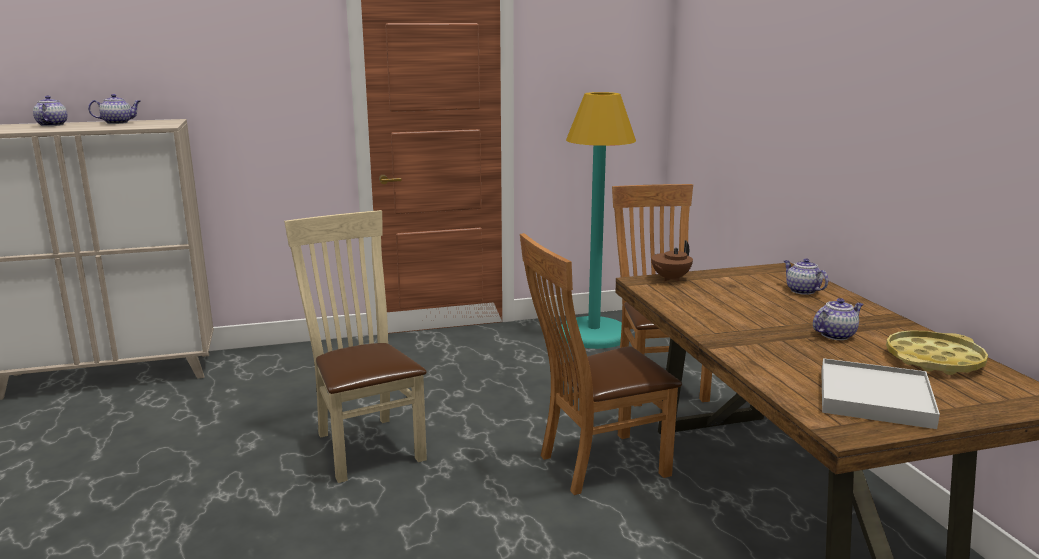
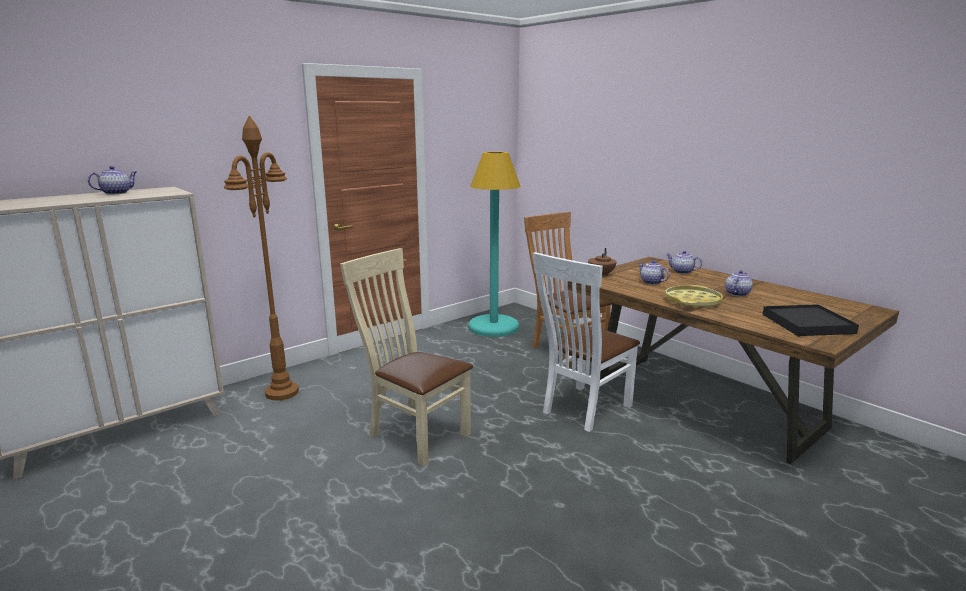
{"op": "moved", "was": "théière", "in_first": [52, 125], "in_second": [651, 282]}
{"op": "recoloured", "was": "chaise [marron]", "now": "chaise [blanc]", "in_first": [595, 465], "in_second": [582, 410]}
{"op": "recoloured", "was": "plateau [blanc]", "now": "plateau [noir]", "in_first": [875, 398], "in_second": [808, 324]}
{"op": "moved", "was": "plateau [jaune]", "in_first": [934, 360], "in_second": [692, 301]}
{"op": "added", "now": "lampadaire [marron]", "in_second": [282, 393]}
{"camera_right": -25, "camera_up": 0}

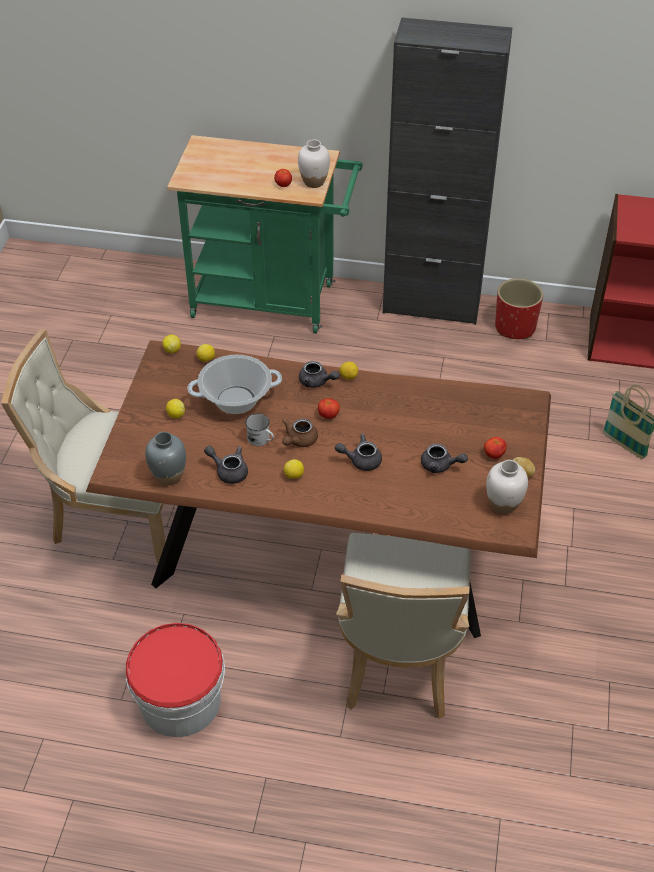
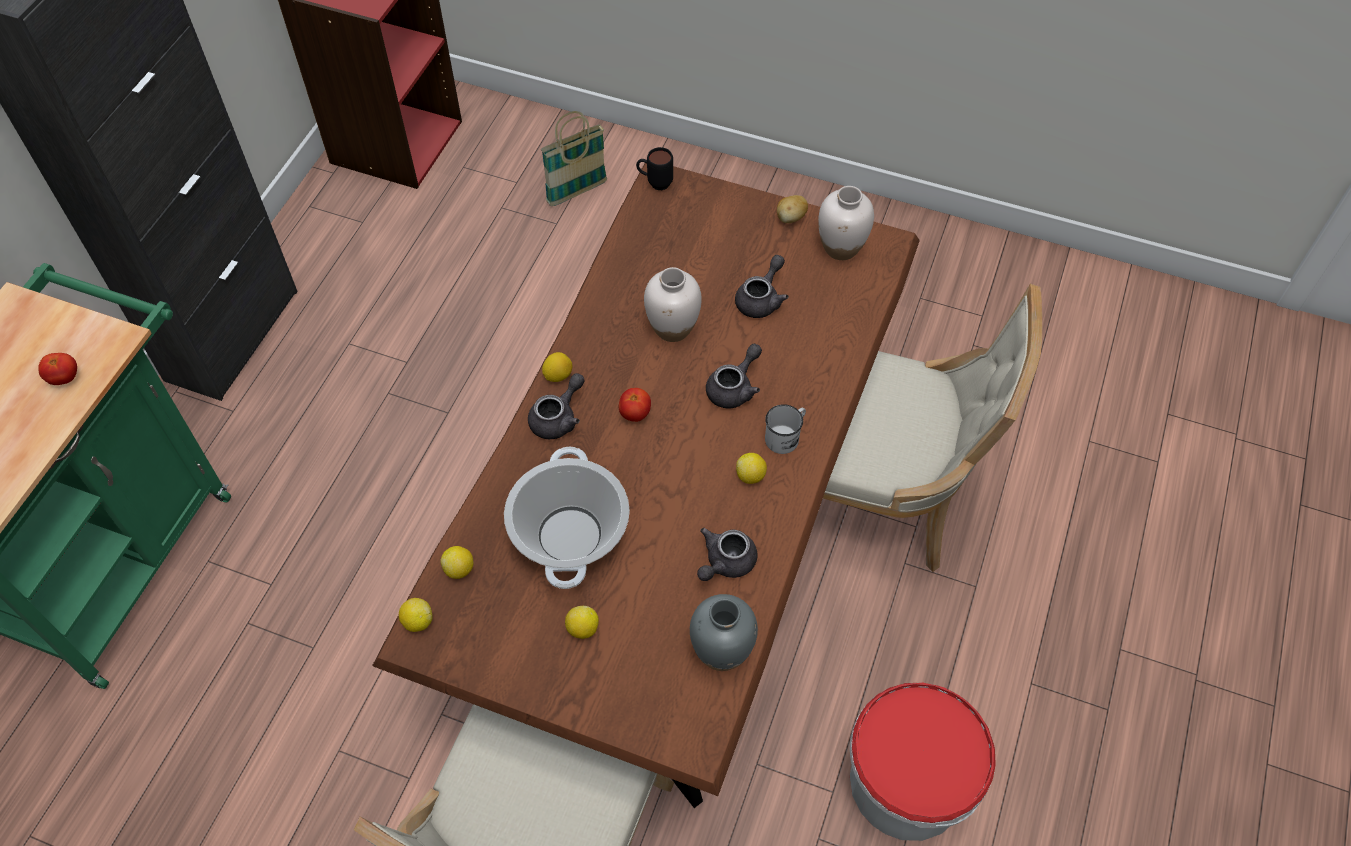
{"op": "moved", "was": "mug [blanc]", "in_first": [261, 440], "in_second": [785, 436]}
{"op": "removed", "was": "théière [marron]", "in_first": [298, 440]}
{"op": "moved", "was": "vase [blanc]", "in_first": [314, 182], "in_second": [673, 328]}
{"op": "turned", "was": "théière [gris]", "in_first": [361, 460], "in_second": [734, 388], "clockwise": -150}
{"op": "removed", "was": "tomate", "in_first": [493, 454]}
{"op": "removed", "was": "cache-pot [rouge]", "in_first": [514, 327]}
{"op": "added", "now": "mug [noir]", "in_second": [655, 183]}
{"camera_right": -80, "camera_up": 10}

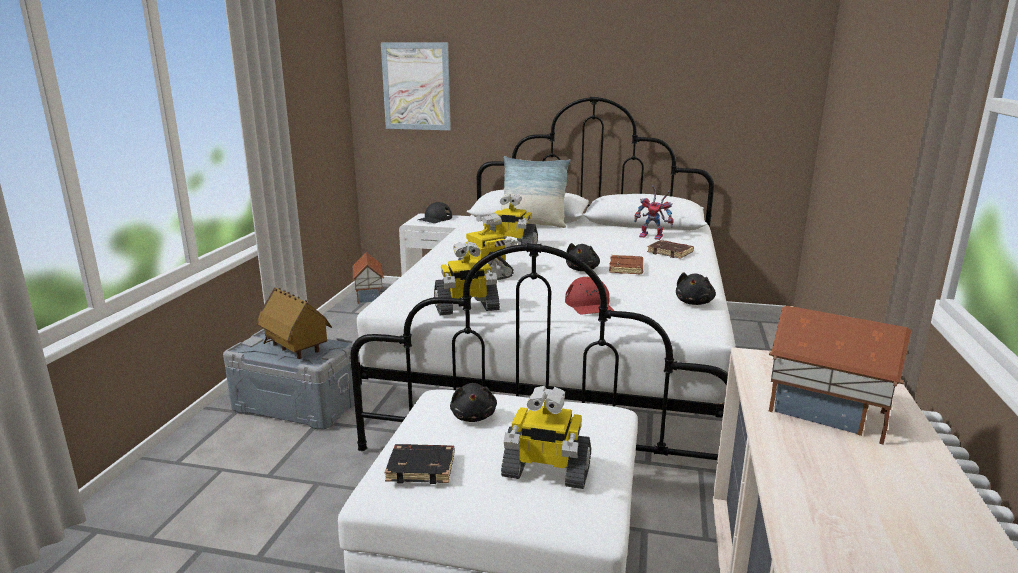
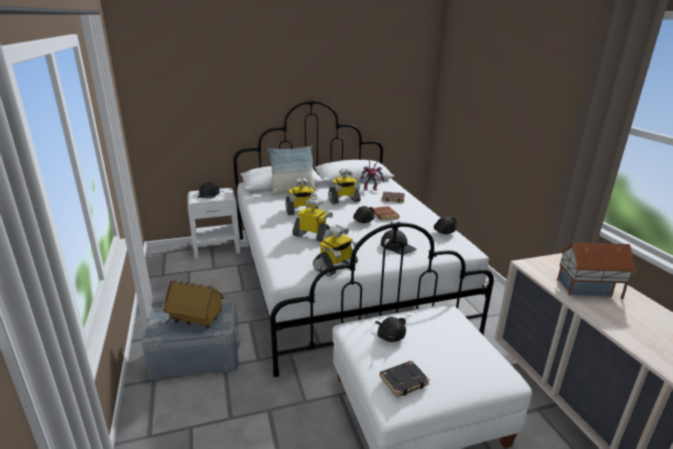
{"op": "removed", "was": "maison miniature", "in_first": [370, 295]}
{"op": "removed", "was": "tableau", "in_first": [416, 86]}
{"op": "moved", "was": "robot jouet", "in_first": [545, 472], "in_second": [344, 200]}
{"op": "recoloured", "was": "casquette [rouge]", "now": "casquette [noir]", "in_first": [589, 305], "in_second": [398, 246]}
{"camera_right": -30, "camera_up": 5}

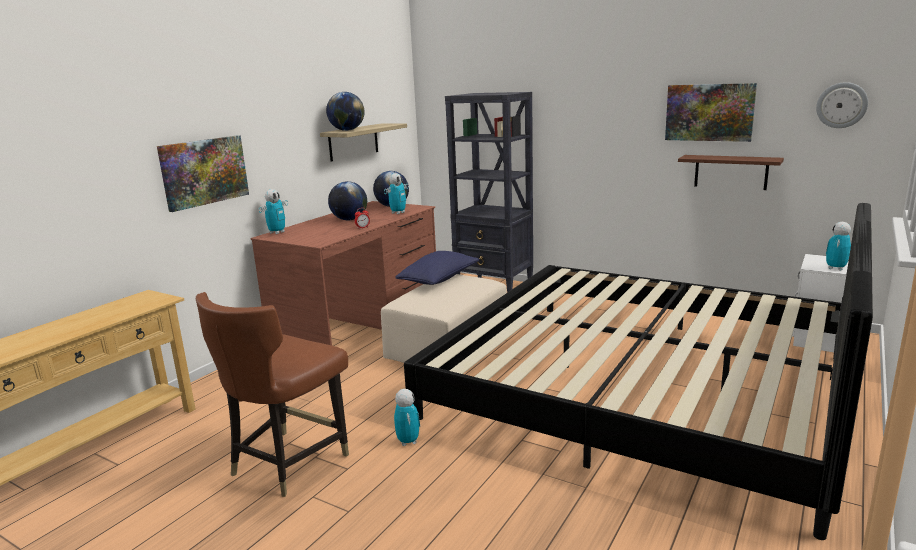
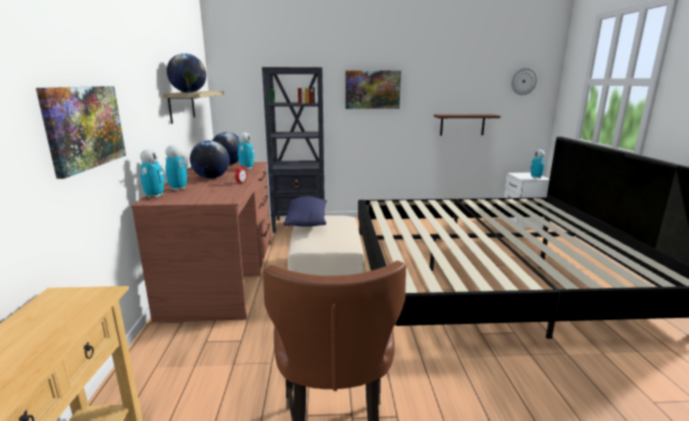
{"op": "moved", "was": "robot jouet", "in_first": [408, 441], "in_second": [178, 189]}
{"op": "moved", "was": "tableau", "in_first": [709, 112], "in_second": [372, 89]}
{"camera_right": -35, "camera_up": 0}

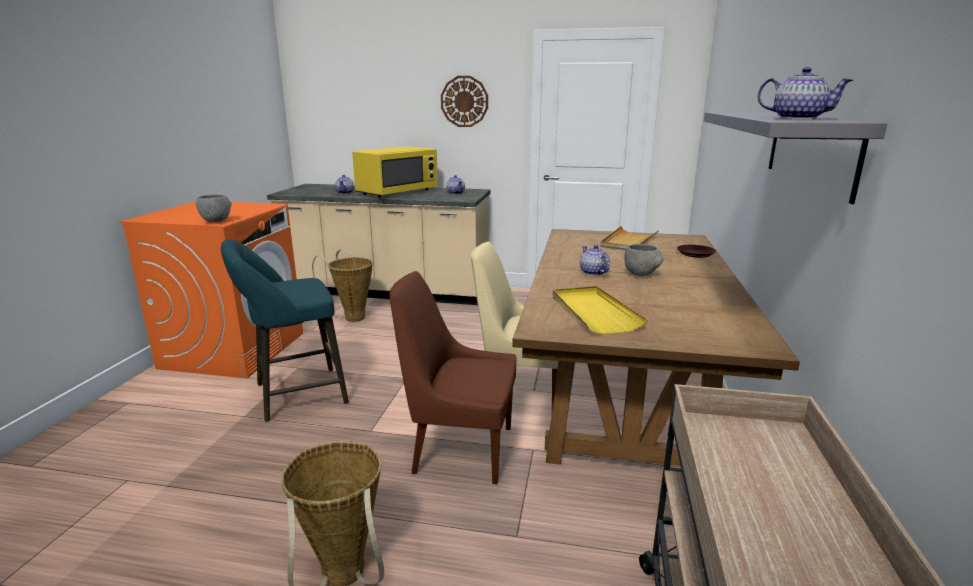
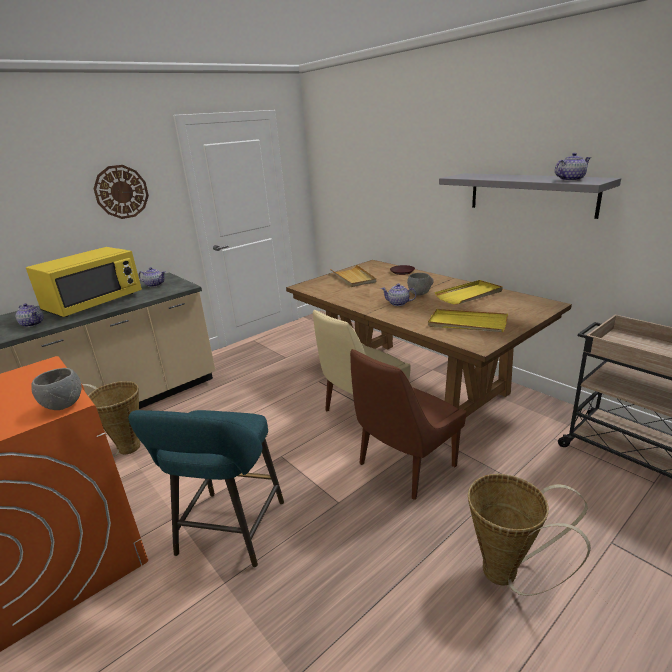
{"op": "turned", "was": "micro-ondes [jaune]", "in_first": [397, 192], "in_second": [94, 303], "clockwise": 45}
{"op": "added", "now": "plateau [jaune]", "in_second": [469, 294]}
{"camera_right": -50, "camera_up": 5}

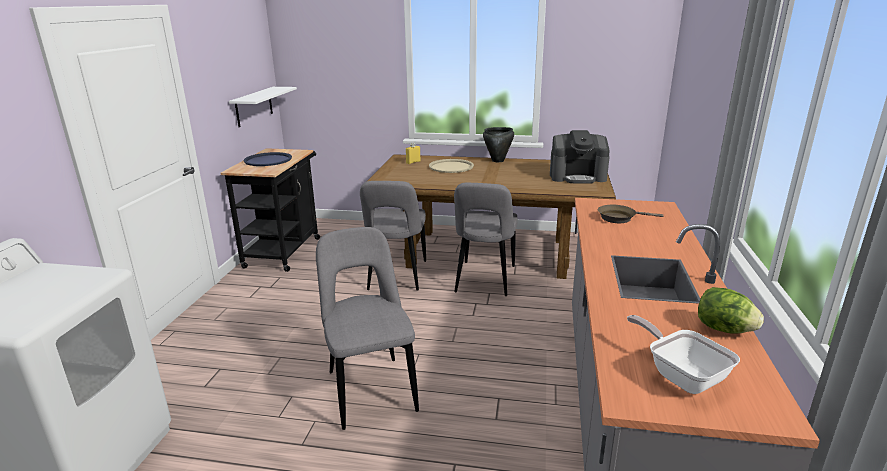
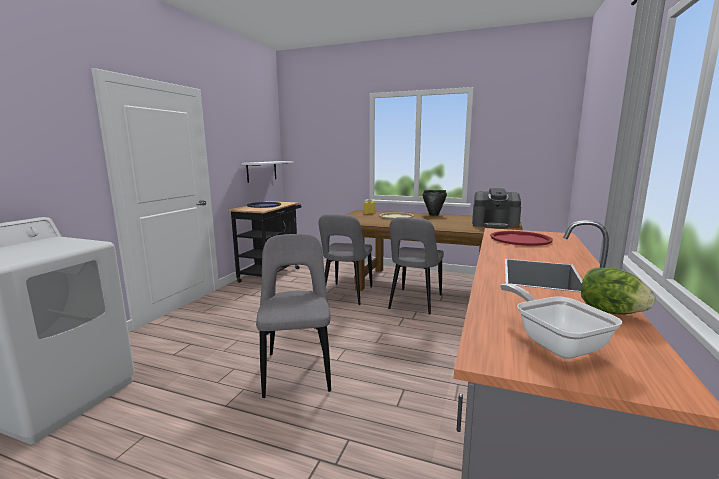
{"op": "replaced", "was": "poêle [marron]", "now": "plateau [rouge]", "in_first": [619, 218], "in_second": [520, 239]}
{"camera_right": 10, "camera_up": -10}

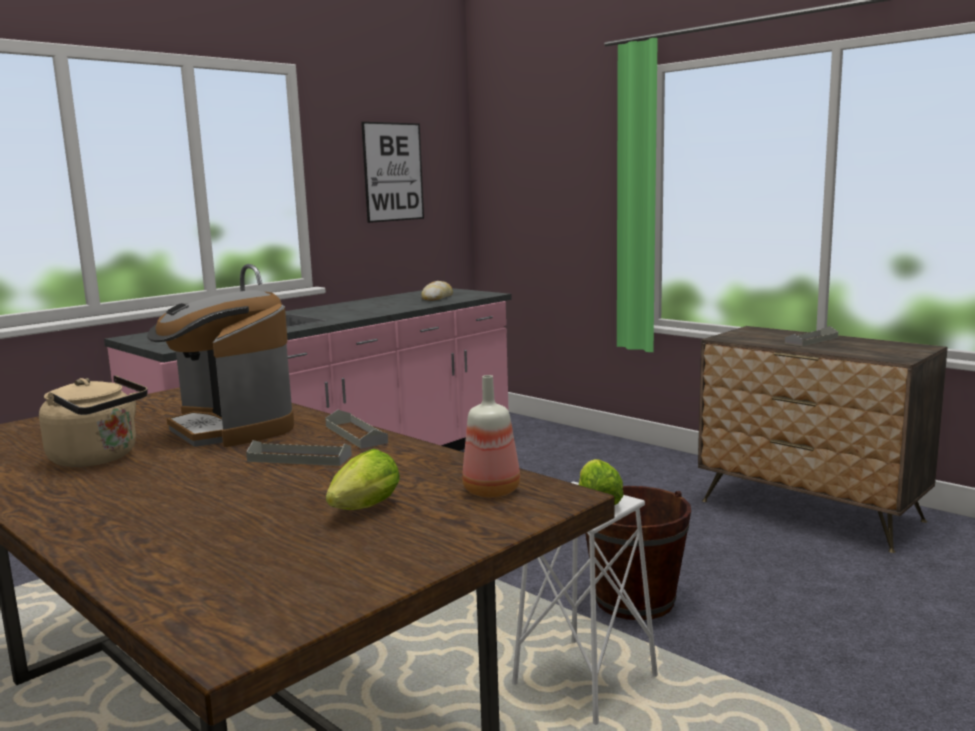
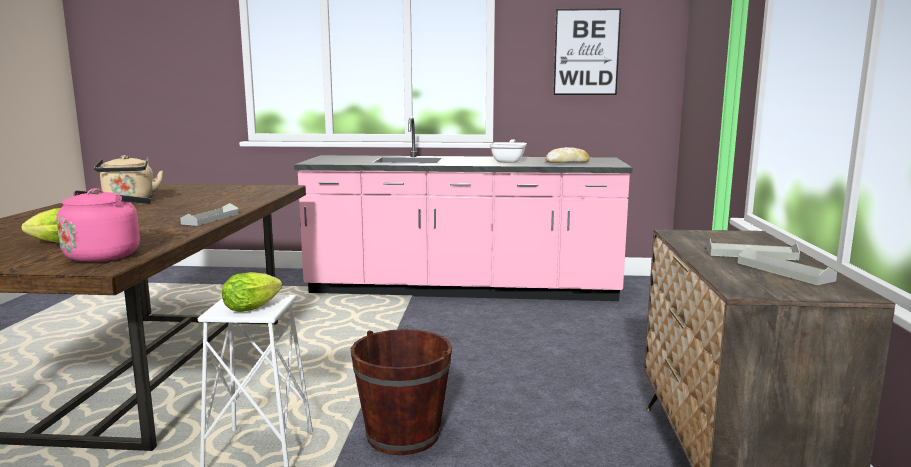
{"op": "removed", "was": "machine à café", "in_first": [231, 428]}
{"op": "moved", "was": "plateau [gris]", "in_first": [299, 458], "in_second": [784, 271]}
{"op": "replaced", "was": "bouteille", "now": "bouilloire [rose]", "in_first": [492, 490], "in_second": [107, 255]}
{"op": "added", "now": "poêle", "in_second": [509, 161]}
{"camera_right": 50, "camera_up": 0}

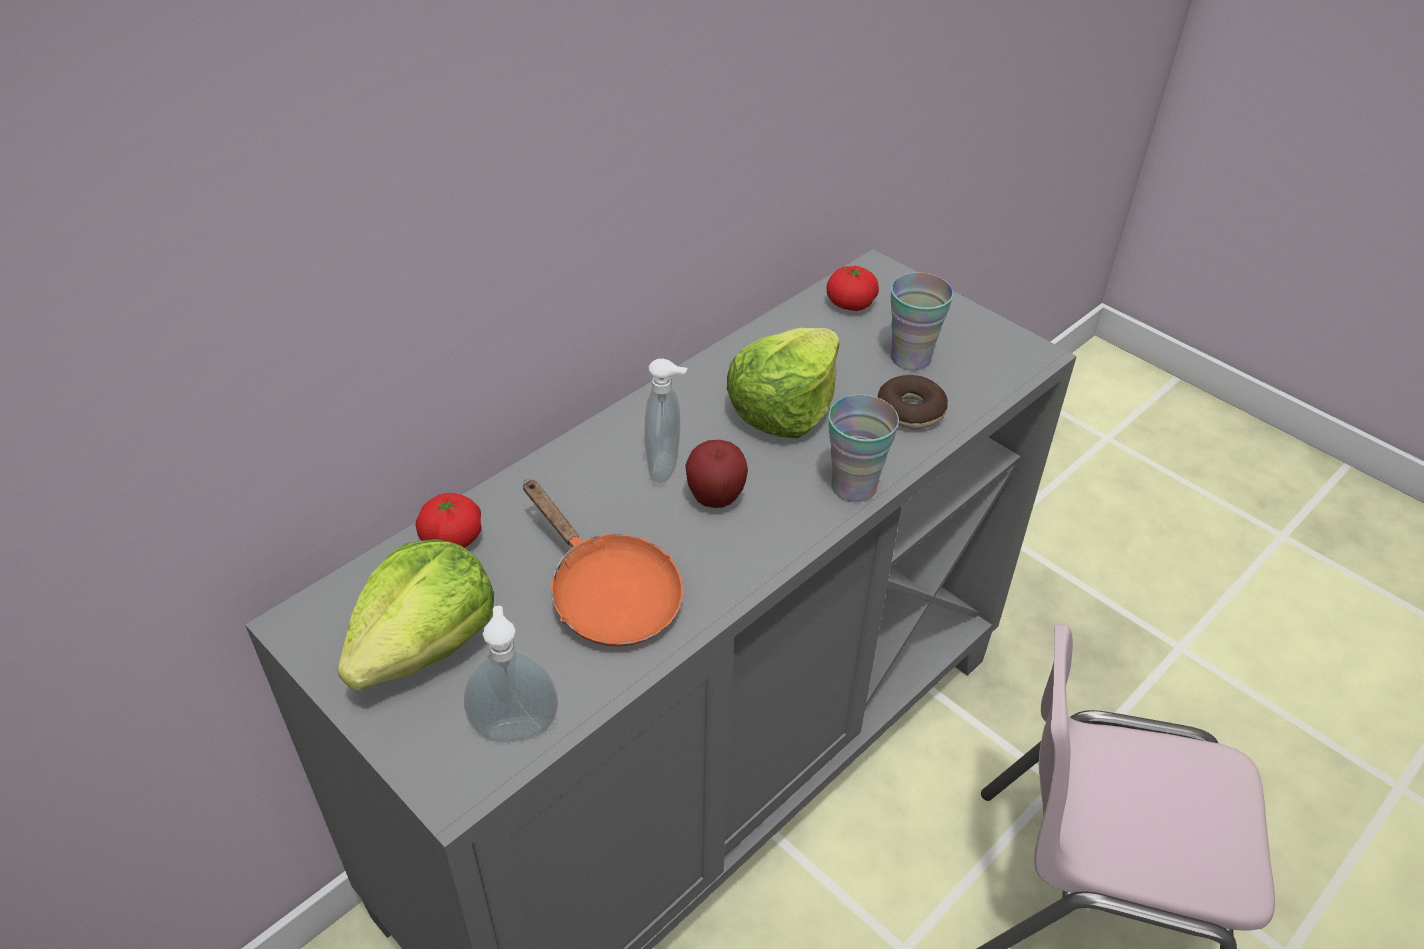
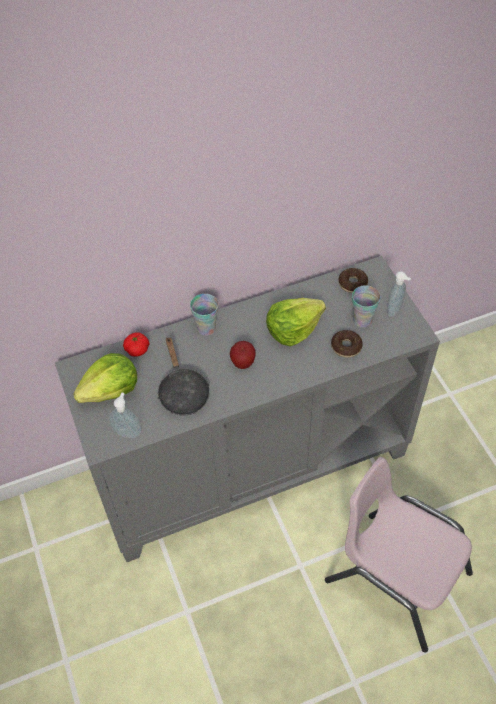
{"op": "recoloured", "was": "poêle [orange]", "now": "poêle [noir]", "in_first": [607, 594], "in_second": [182, 391]}
{"op": "moved", "was": "distributeur de savon", "in_first": [666, 468], "in_second": [395, 311]}
{"op": "replaced", "was": "tomate", "now": "beignet", "in_first": [850, 303], "in_second": [352, 284]}
{"op": "moved", "was": "tasse", "in_first": [854, 487], "in_second": [206, 328]}
{"camera_right": 25, "camera_up": 10}

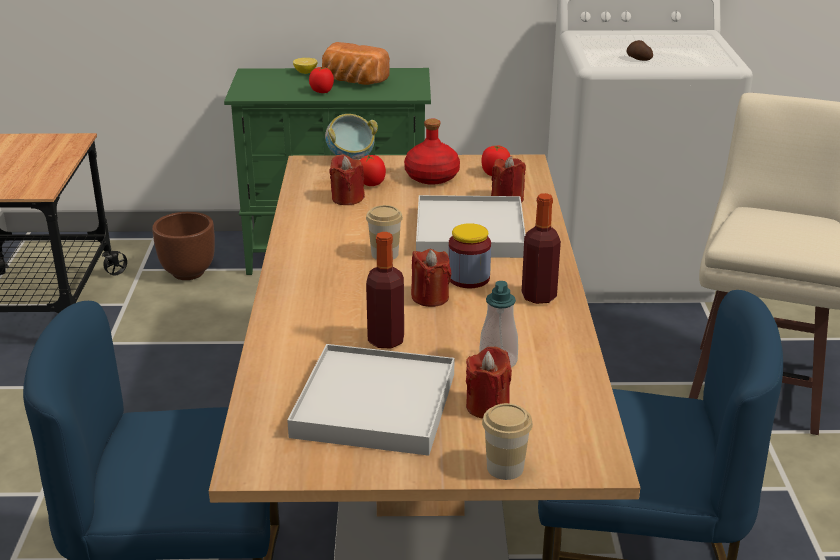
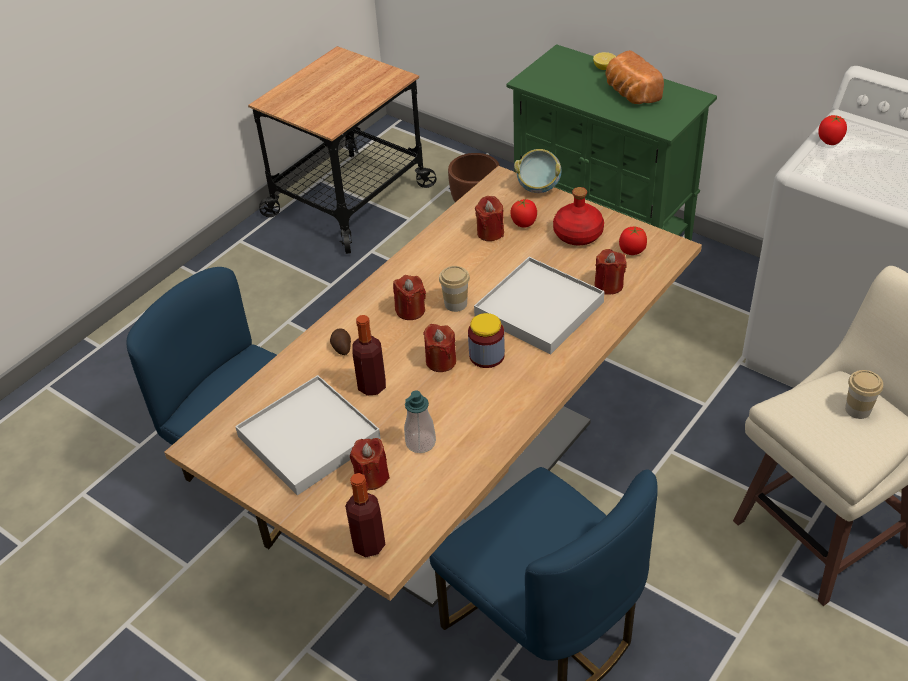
{"op": "moved", "was": "tomate", "in_first": [322, 91], "in_second": [830, 141]}
{"op": "moved", "was": "tasse", "in_first": [505, 468], "in_second": [858, 409]}
{"op": "moved", "was": "bouteille", "in_first": [538, 296], "in_second": [369, 545]}
{"op": "moved", "was": "pomme de terre", "in_first": [638, 59], "in_second": [341, 347]}
{"op": "added", "now": "bougie [rouge]", "in_second": [410, 310]}
{"camera_right": 40, "camera_up": 15}

